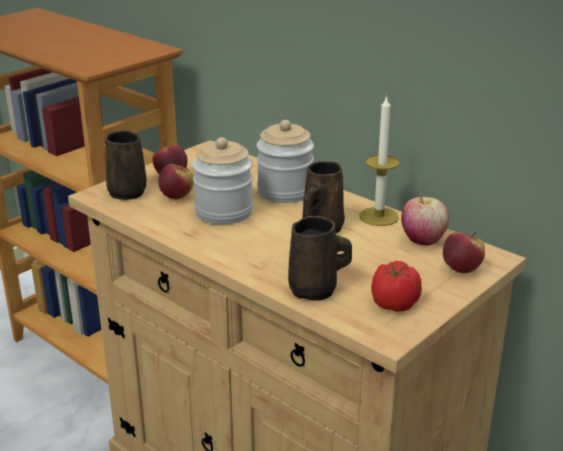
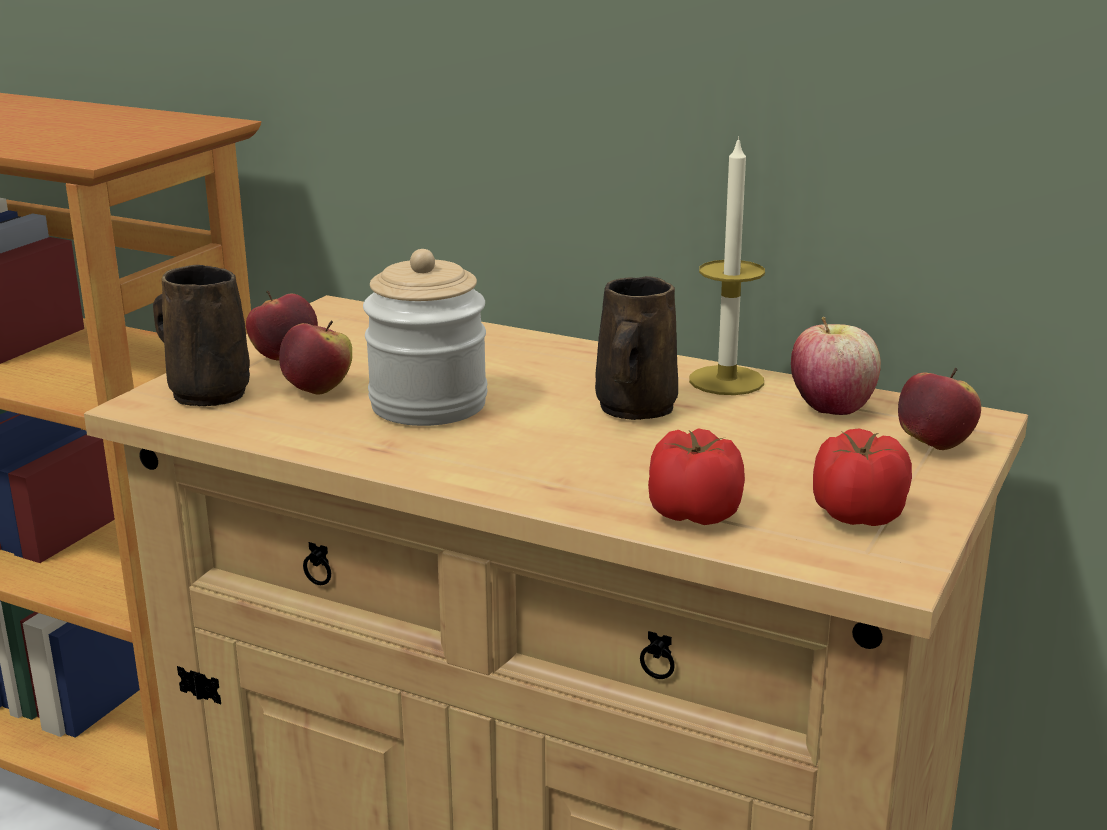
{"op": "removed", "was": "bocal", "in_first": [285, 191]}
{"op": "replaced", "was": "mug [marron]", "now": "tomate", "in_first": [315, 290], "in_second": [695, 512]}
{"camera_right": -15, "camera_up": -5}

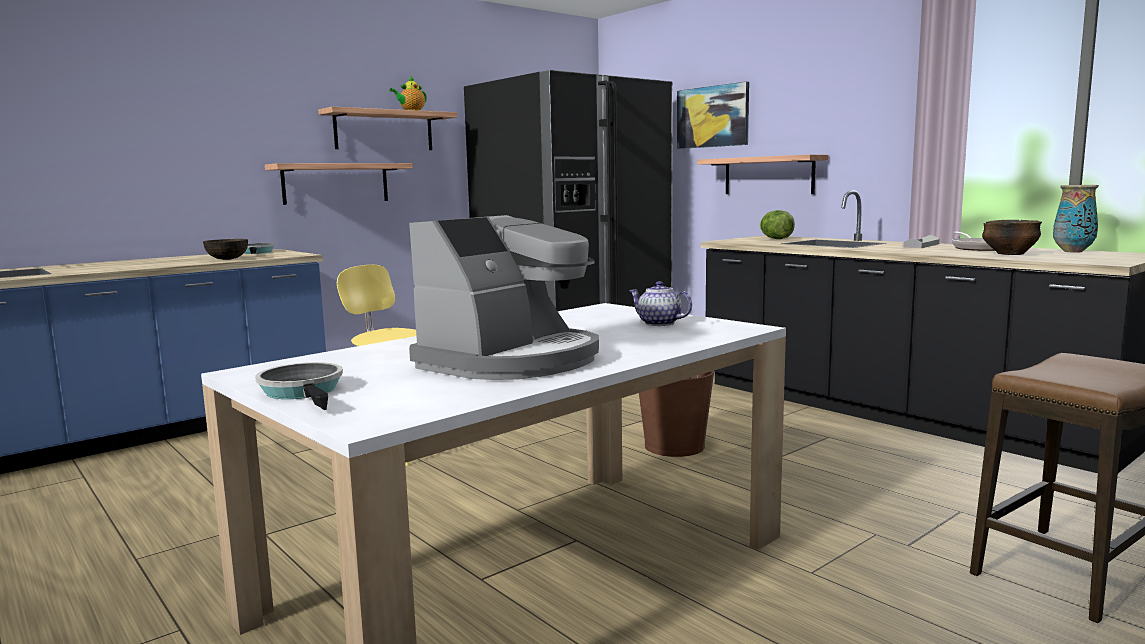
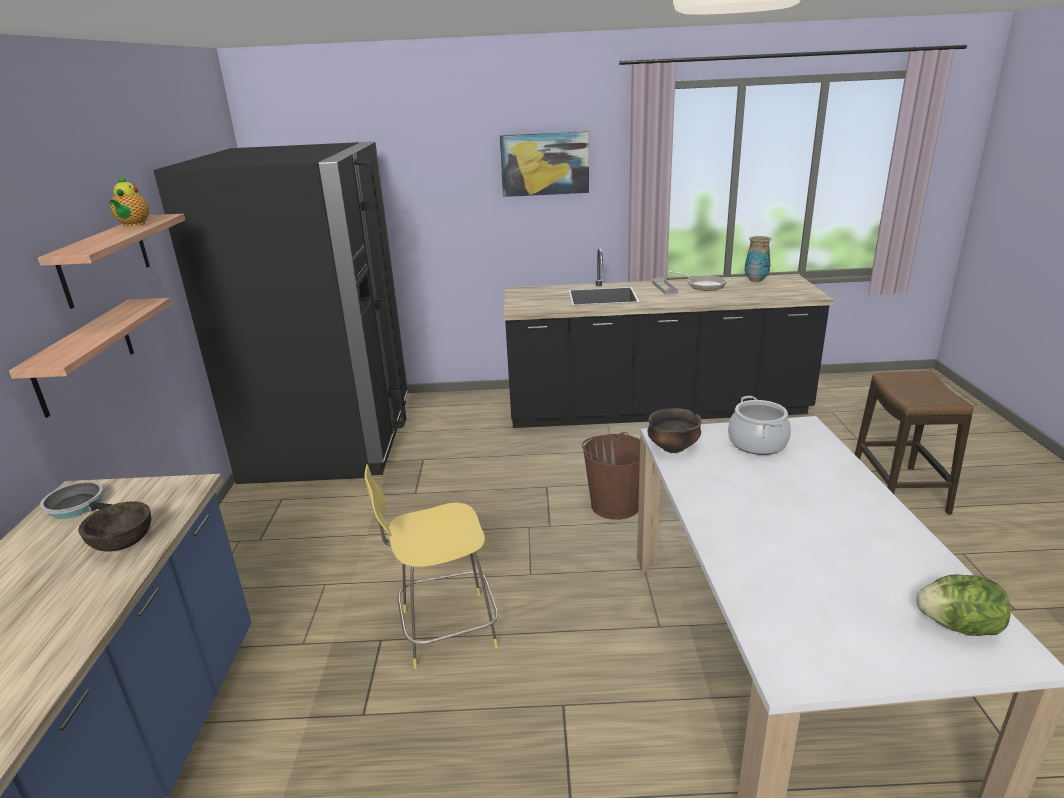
{"op": "removed", "was": "poêle", "in_first": [304, 392]}
{"op": "removed", "was": "machine à café", "in_first": [512, 361]}
{"op": "replaced", "was": "théière", "now": "marmite", "in_first": [658, 323], "in_second": [757, 443]}
{"op": "moved", "was": "tableau", "in_first": [712, 116], "in_second": [544, 164]}
{"op": "removed", "was": "étagère", "in_first": [768, 175]}
{"op": "moved", "was": "laitue", "in_first": [776, 239], "in_second": [958, 626]}
{"op": "moved", "was": "bol", "in_first": [1009, 254], "in_second": [673, 448]}
{"camera_right": -50, "camera_up": 15}

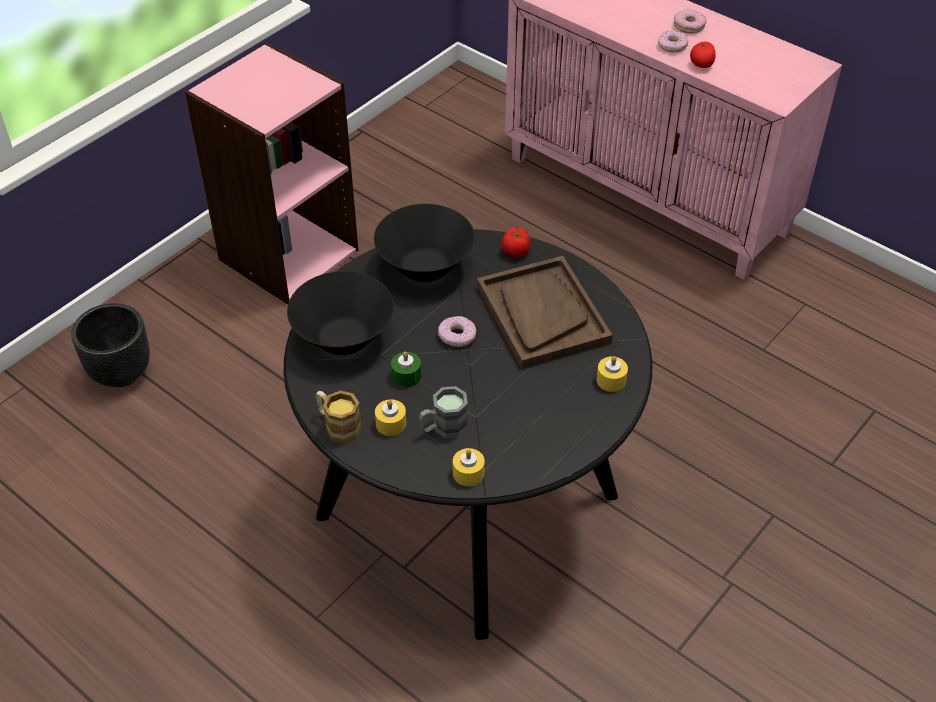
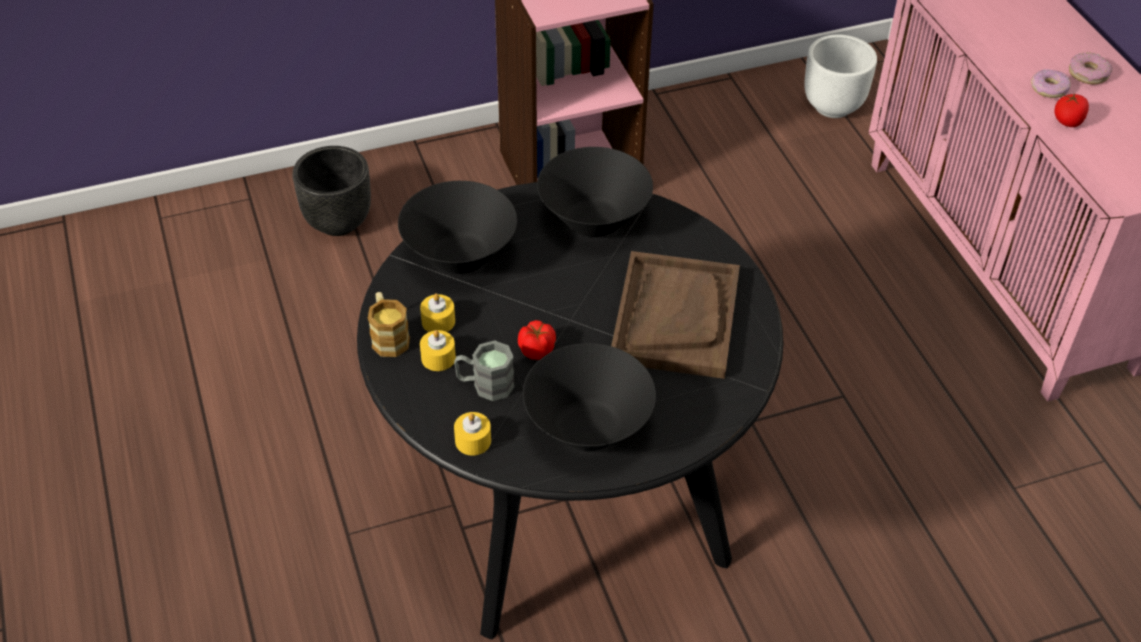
{"op": "removed", "was": "bougie [vert]", "in_first": [406, 376]}
{"op": "removed", "was": "beignet", "in_first": [457, 335]}
{"op": "moved", "was": "tomate", "in_first": [516, 251], "in_second": [537, 350]}
{"op": "moved", "was": "bougie [jaune]", "in_first": [611, 380], "in_second": [438, 321]}
{"op": "added", "now": "bol [noir]", "in_second": [587, 427]}
{"op": "added", "now": "cache-pot [blanc]", "in_second": [834, 107]}
{"camera_right": 30, "camera_up": 0}

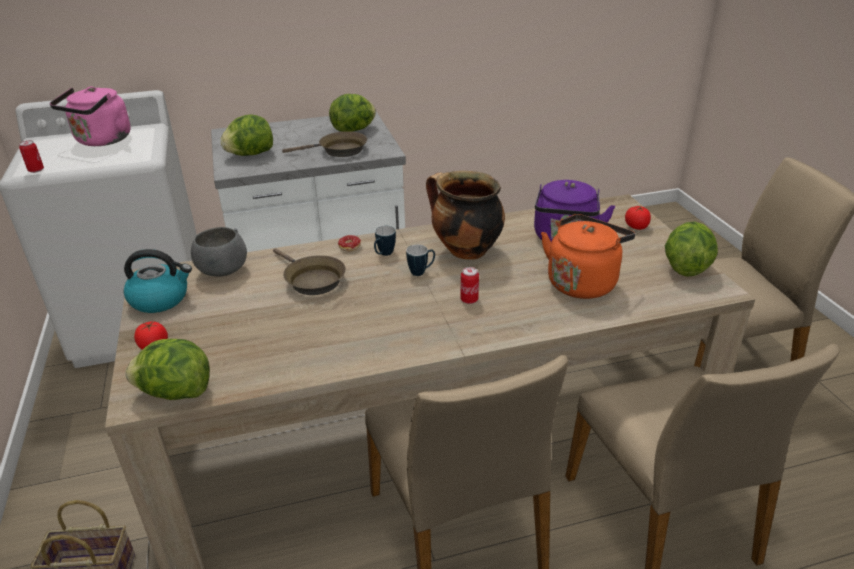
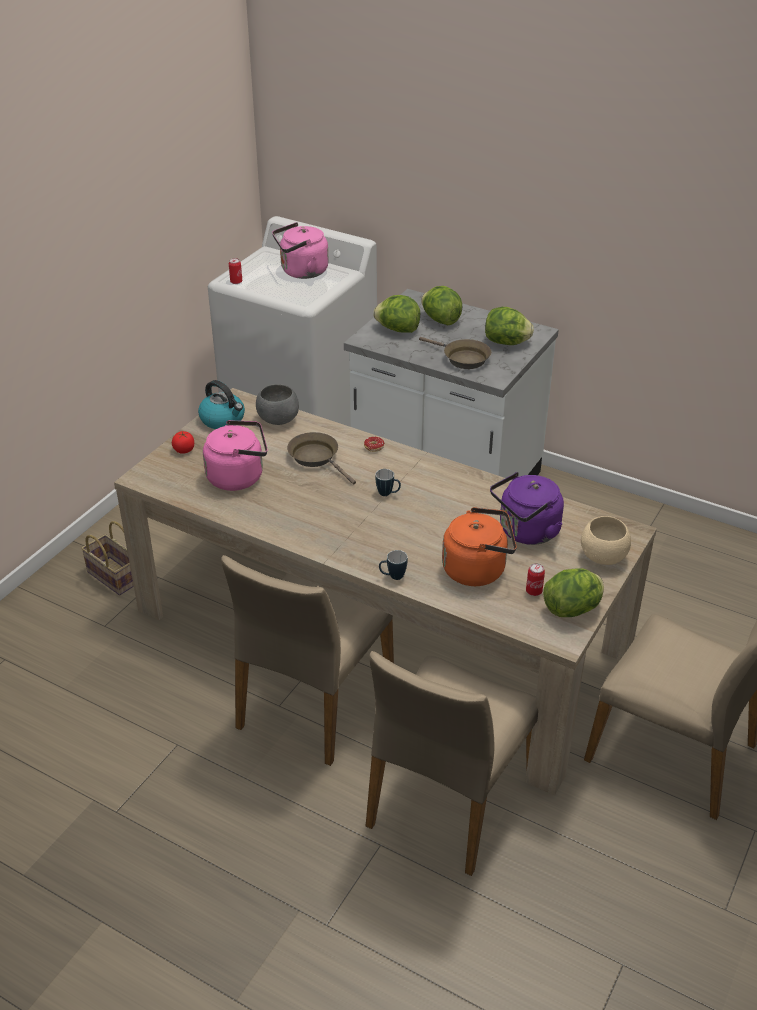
{"op": "moved", "was": "laitue", "in_first": [175, 393], "in_second": [440, 320]}
{"op": "turned", "was": "poêle [marron]", "in_first": [311, 280], "in_second": [316, 458], "clockwise": 135}
{"op": "moved", "was": "mug", "in_first": [384, 254], "in_second": [392, 576]}
{"op": "removed", "was": "marmite", "in_first": [465, 251]}
{"op": "moved", "was": "boîte métallique", "in_first": [469, 300], "in_second": [534, 591]}
{"op": "replaced", "was": "tomate", "now": "bol [beige]", "in_first": [636, 227], "in_second": [602, 557]}
{"op": "added", "now": "bouilloire [rose]", "in_second": [239, 477]}
{"camera_right": 45, "camera_up": 5}

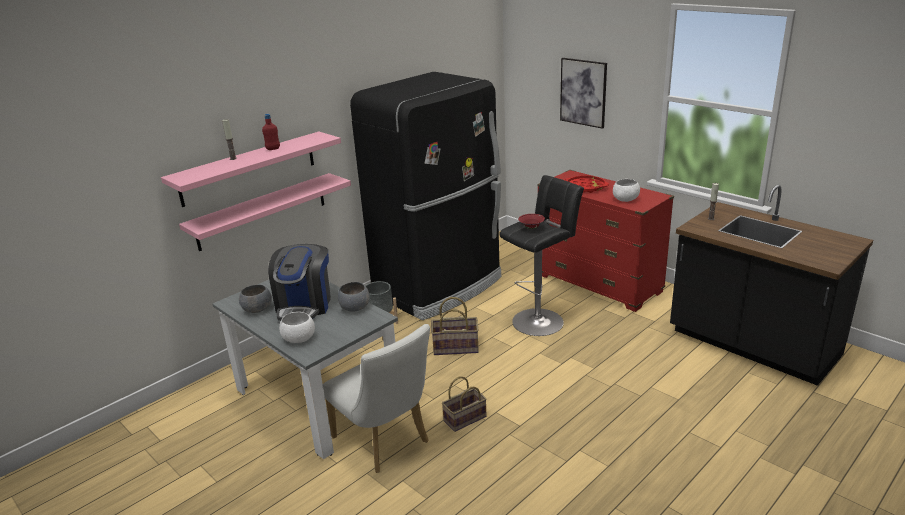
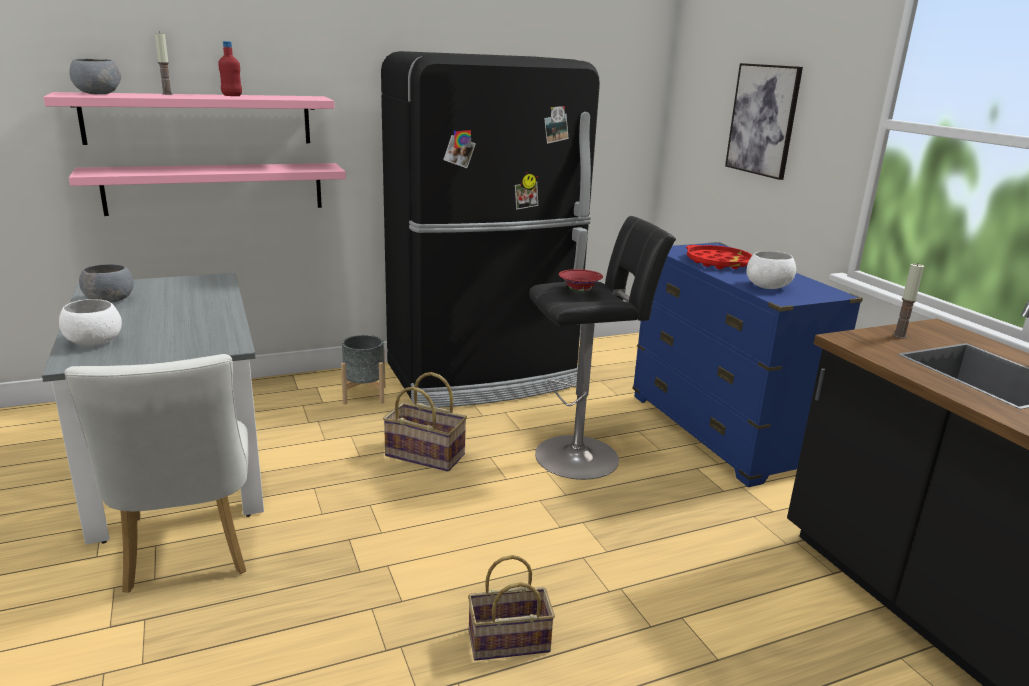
{"op": "removed", "was": "machine à café", "in_first": [304, 306]}
{"op": "moved", "was": "bol [gris]", "in_first": [354, 308], "in_second": [97, 94]}
{"op": "moved", "was": "panier", "in_first": [464, 419], "in_second": [507, 643]}
{"op": "recoloured", "was": "commode [rouge]", "now": "commode [bleu]", "in_first": [599, 284], "in_second": [719, 432]}
{"camera_right": 20, "camera_up": -5}

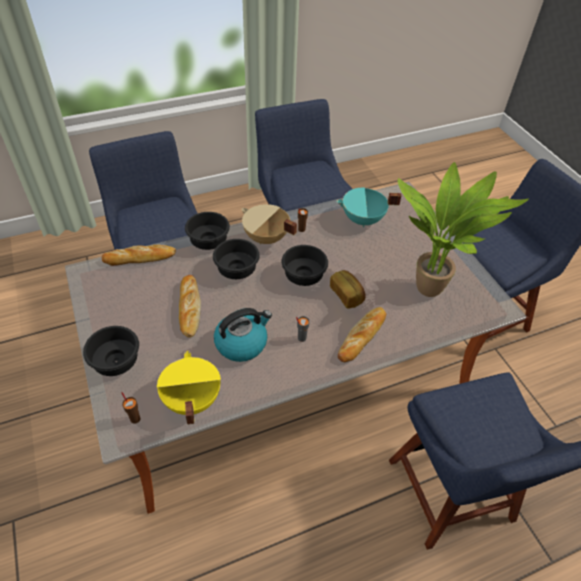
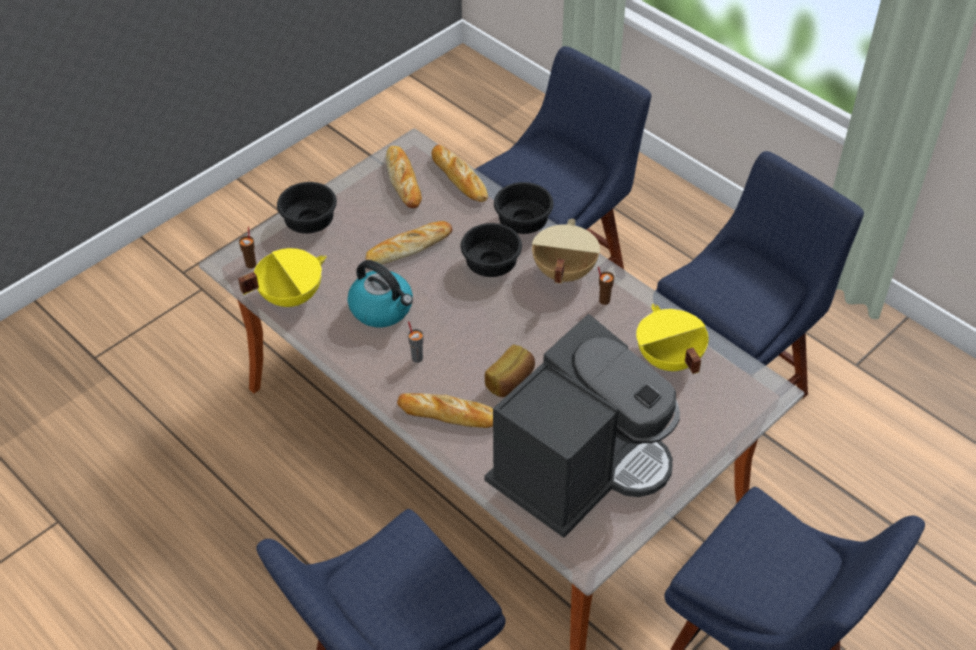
{"op": "removed", "was": "bol [noir]", "in_first": [302, 277]}
{"op": "recoloured", "was": "marmite [turquoise]", "now": "marmite [jaune]", "in_first": [363, 220], "in_second": [668, 359]}
{"op": "replaced", "was": "plante en pot", "now": "machine à café", "in_first": [431, 287], "in_second": [580, 467]}
{"op": "added", "now": "pain", "in_second": [403, 180]}
{"camera_right": 70, "camera_up": 0}

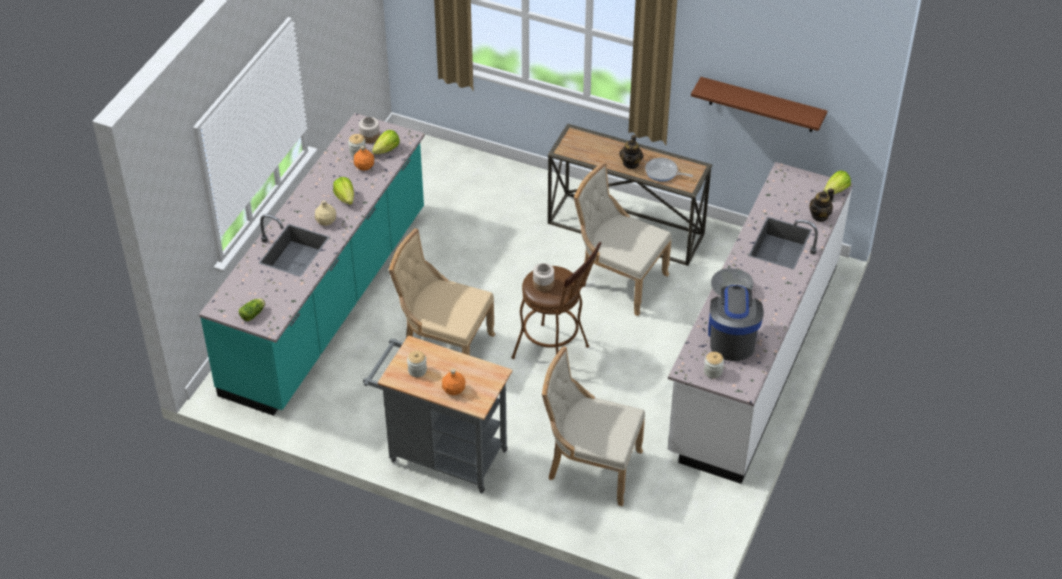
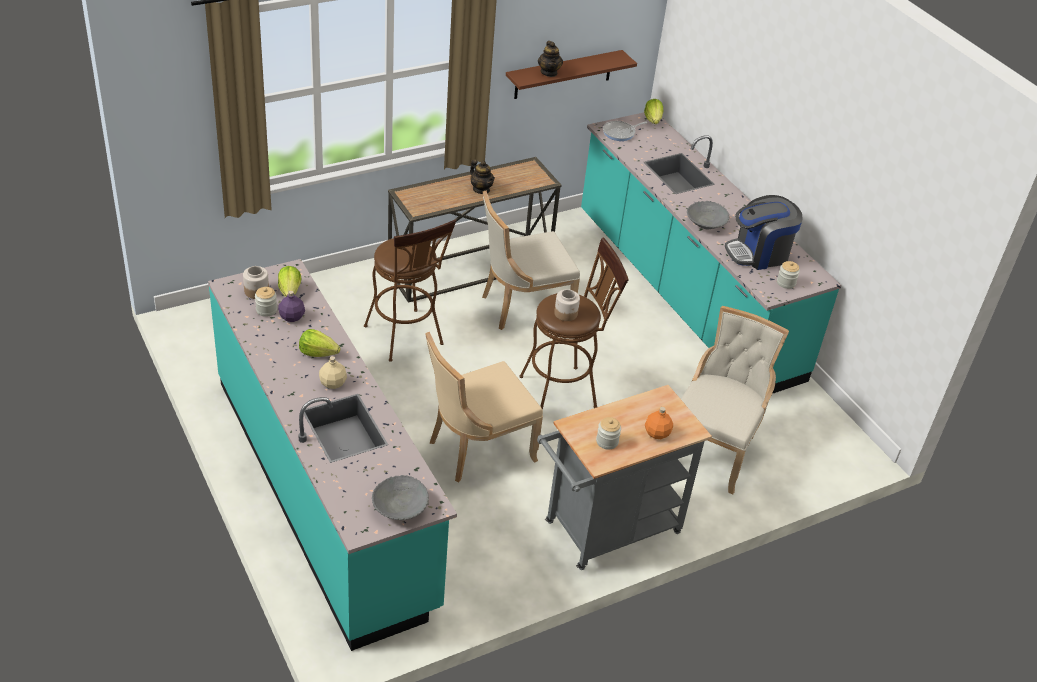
{"op": "replaced", "was": "laitue", "now": "bol [gris]", "in_first": [253, 314], "in_second": [400, 508]}
{"op": "recoloured", "was": "bouteille [orange]", "now": "bouteille [violet]", "in_first": [364, 166], "in_second": [292, 317]}
{"op": "turned", "was": "chaise [beige]", "in_first": [590, 467], "in_second": [712, 449], "clockwise": 150}
{"op": "moved", "was": "poêle", "in_first": [663, 172], "in_second": [620, 133]}
{"op": "recoloured", "was": "comptoir de cuisine [blanc]", "now": "comptoir de cuisine [turquoise]", "in_first": [753, 357], "in_second": [684, 295]}
{"op": "turned", "was": "machine à café", "in_first": [732, 338], "in_second": [759, 253], "clockwise": -60}
{"op": "moved", "was": "théière", "in_first": [820, 216], "in_second": [549, 72]}
{"op": "added", "now": "tabouret [marron]", "in_second": [406, 339]}
{"camera_right": -55, "camera_up": -5}

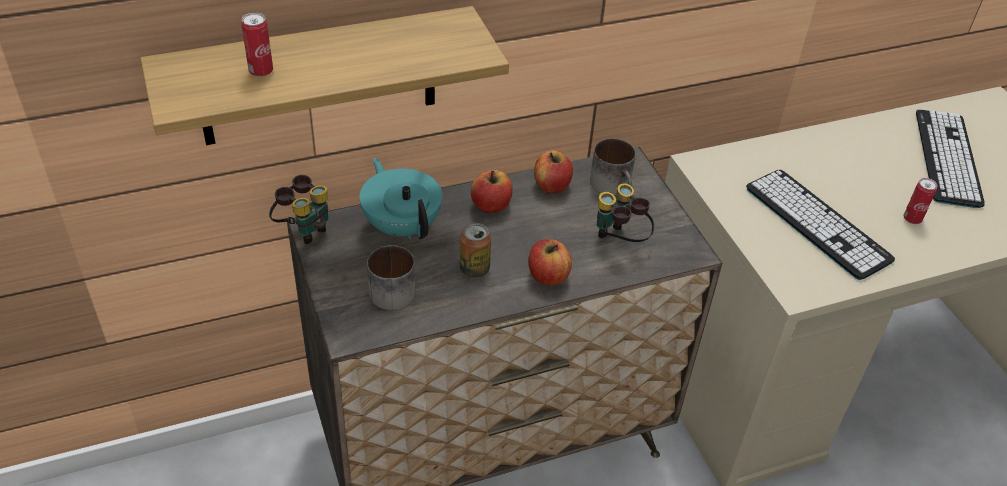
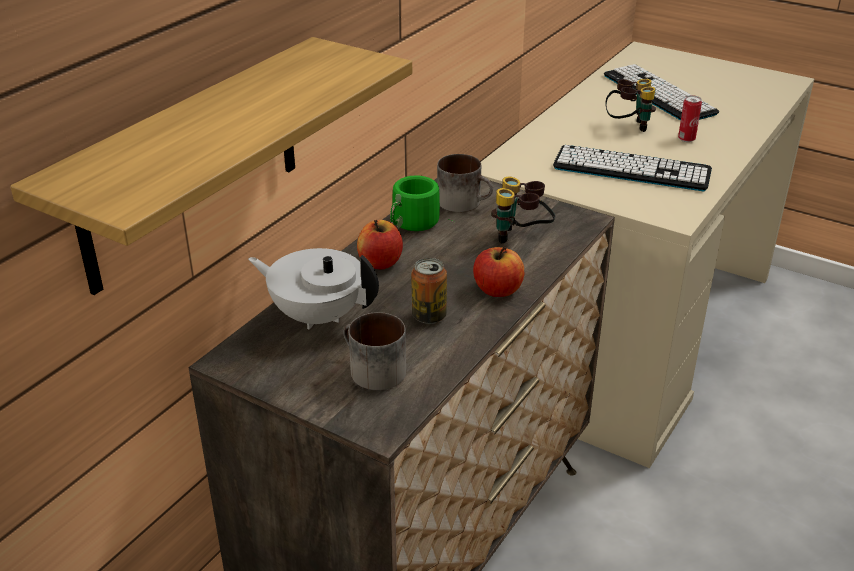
{"op": "removed", "was": "boîte métallique", "in_first": [261, 71]}
{"op": "moved", "was": "jumelles", "in_first": [303, 229], "in_second": [628, 127]}
{"op": "recoloured", "was": "théière [turquoise]", "now": "théière [blanc]", "in_first": [402, 225], "in_second": [317, 315]}
{"op": "replaced", "was": "pomme", "now": "mug [vert]", "in_first": [552, 185], "in_second": [414, 225]}
{"camera_right": -35, "camera_up": -10}

